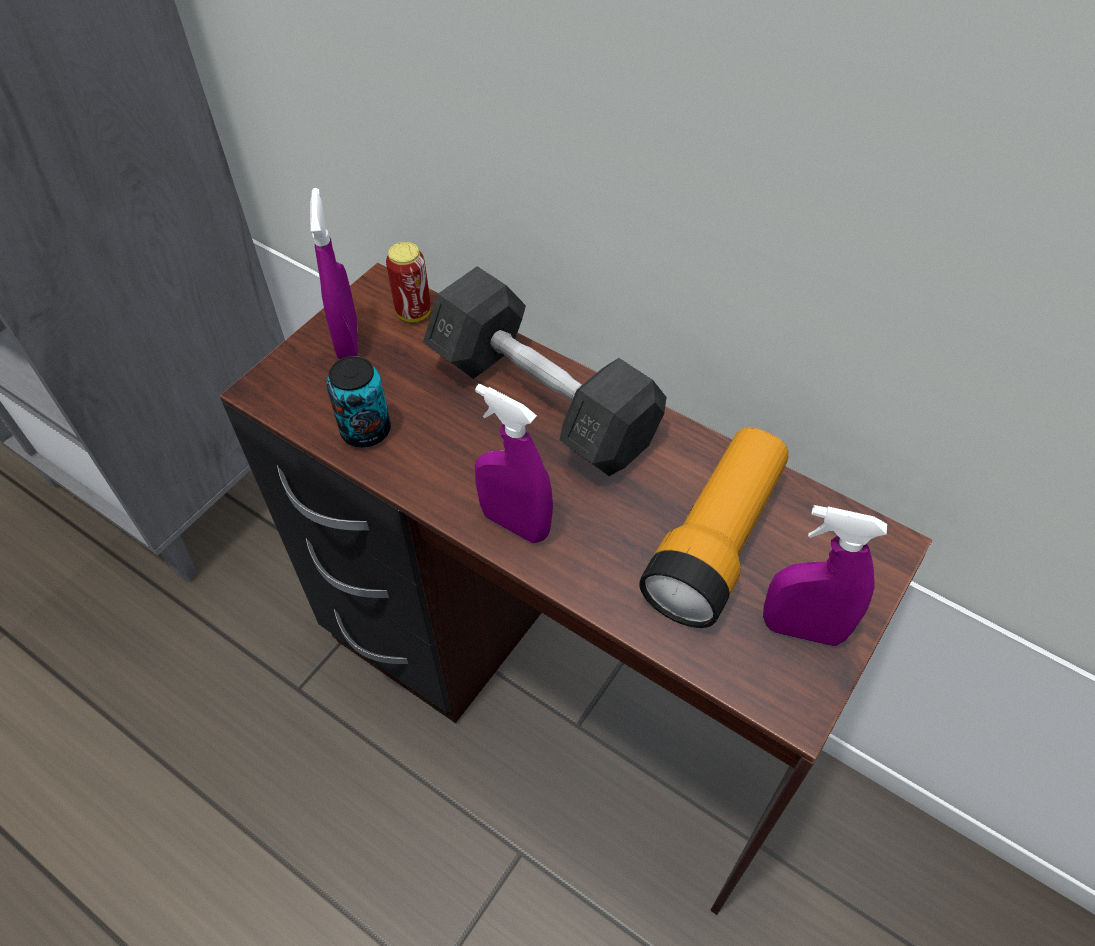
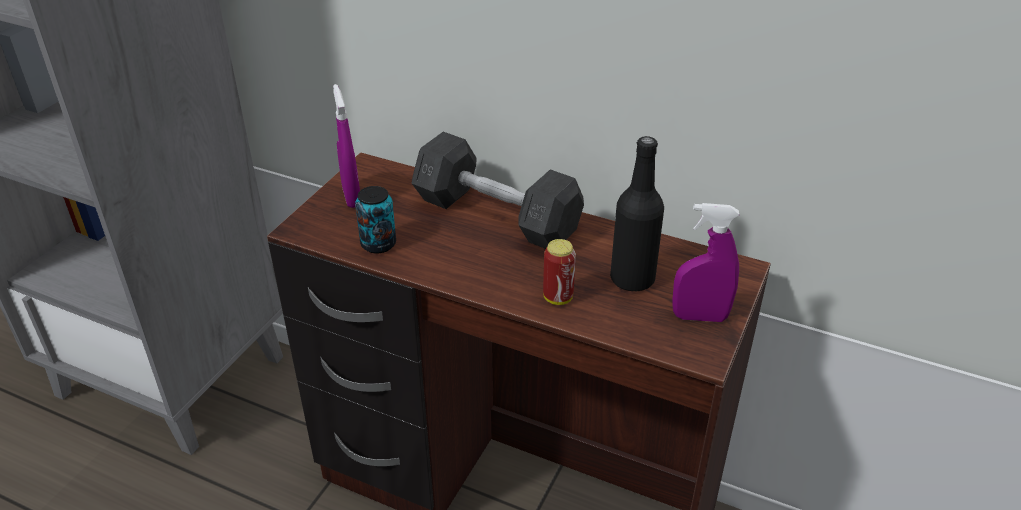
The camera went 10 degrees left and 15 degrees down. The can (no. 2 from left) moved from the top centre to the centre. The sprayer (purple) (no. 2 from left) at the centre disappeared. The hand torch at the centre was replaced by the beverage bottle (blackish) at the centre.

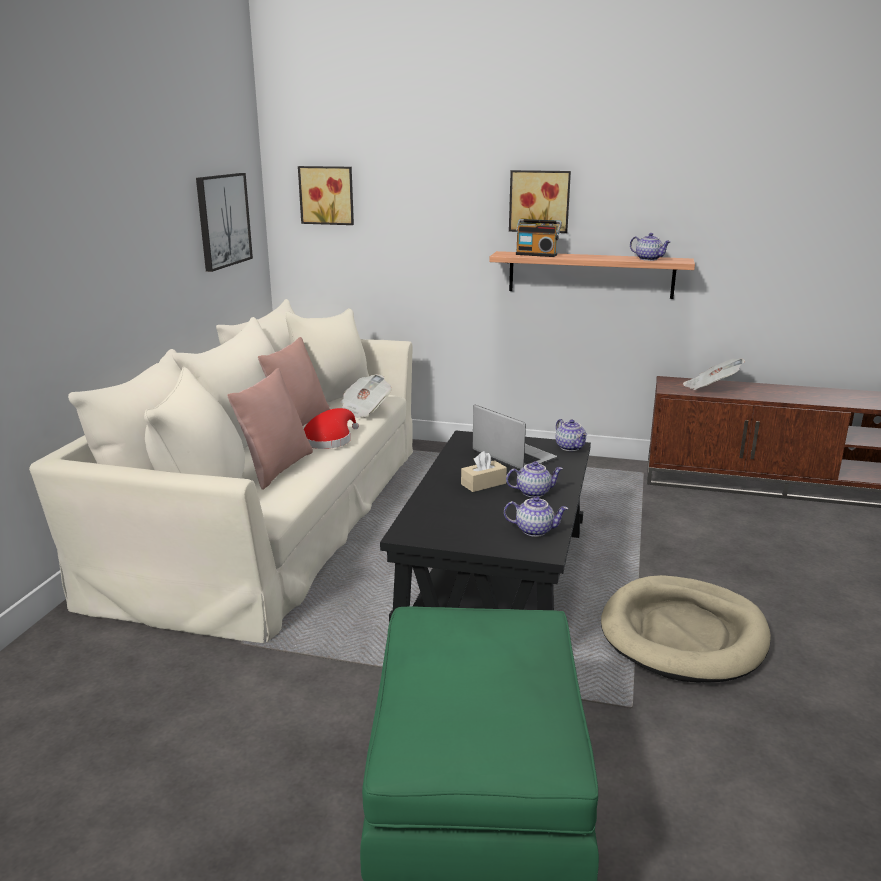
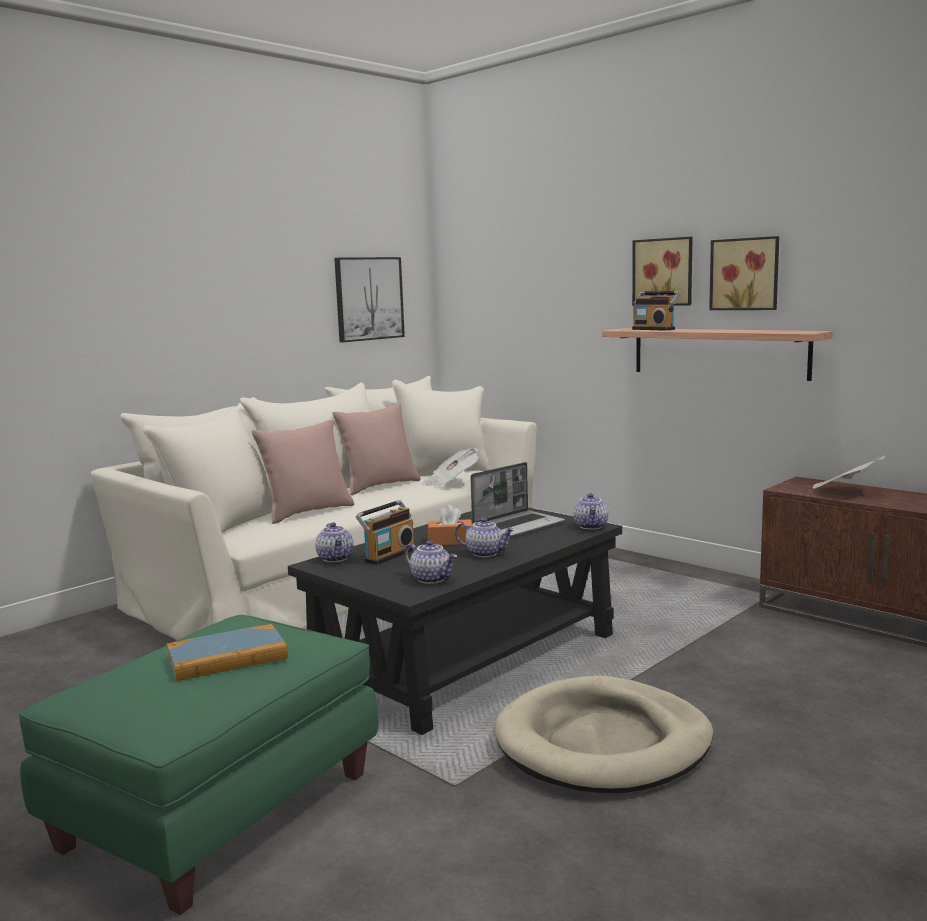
The camera went 30 degrees right and 10 degrees down. The wall picture (no. 2 from left in the first image) moved from the top centre to the top right. The teapot (no. 4 from left in the first image) moved from the top right to the centre. The portable computer at the centre turned 60 degrees clockwise. The clothing hat (red) at the centre disappeared. The box of tissues (sand-coloured) at the centre became the box of tissues (orangey) at the centre. The radio (no. 1 from left) at the centre appeared. The book at the bottom left appeared.

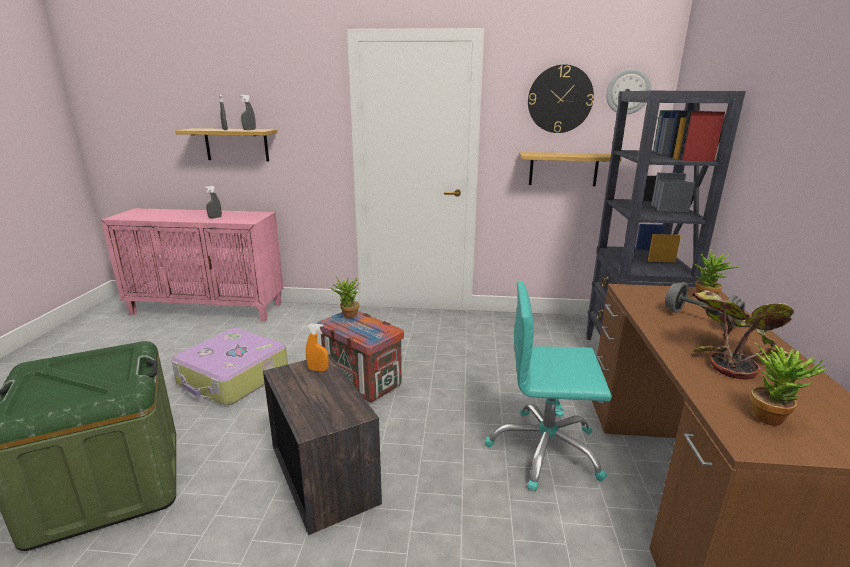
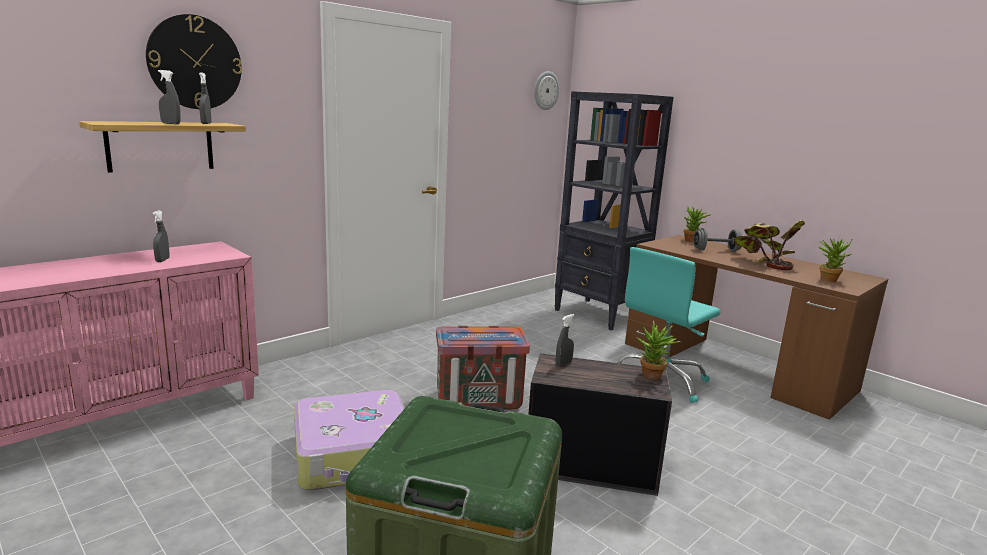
The camera went 50 degrees left and 5 degrees down. The hanging clock (no. 1 from left) moved from the top centre to the top left. The wall shelf (no. 2 from left) at the top right disappeared. The plant in a pot (no. 1 from left) moved from the centre to the middle right. The sprayer (orangey) at the centre became the sprayer (gray) (no. 4 from left) at the centre.

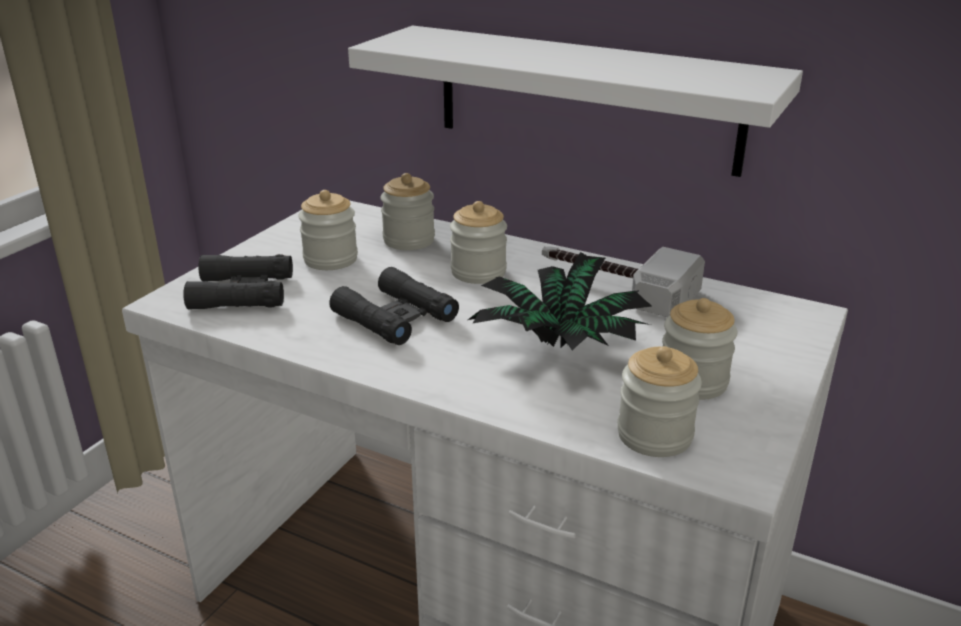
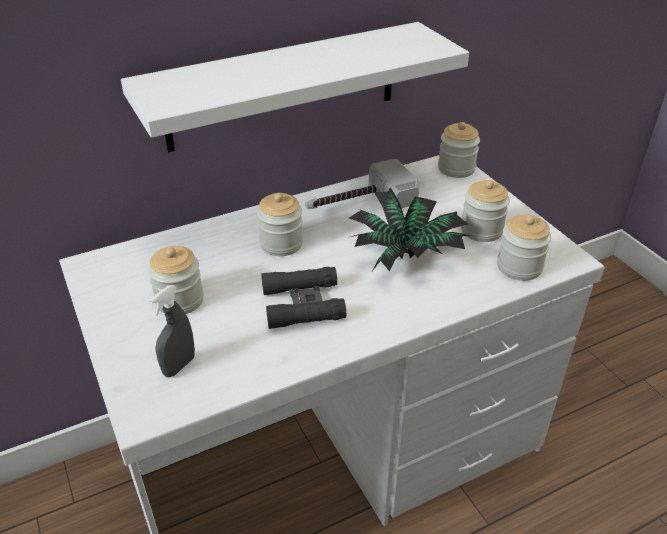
The camera went 55 degrees left and 10 degrees up. The jar (no. 2 from left in the first image) moved from the centre to the top right. The pair of binoculars (blackish) (no. 1 from left) at the middle left was replaced by the sprayer (gray) at the middle left.

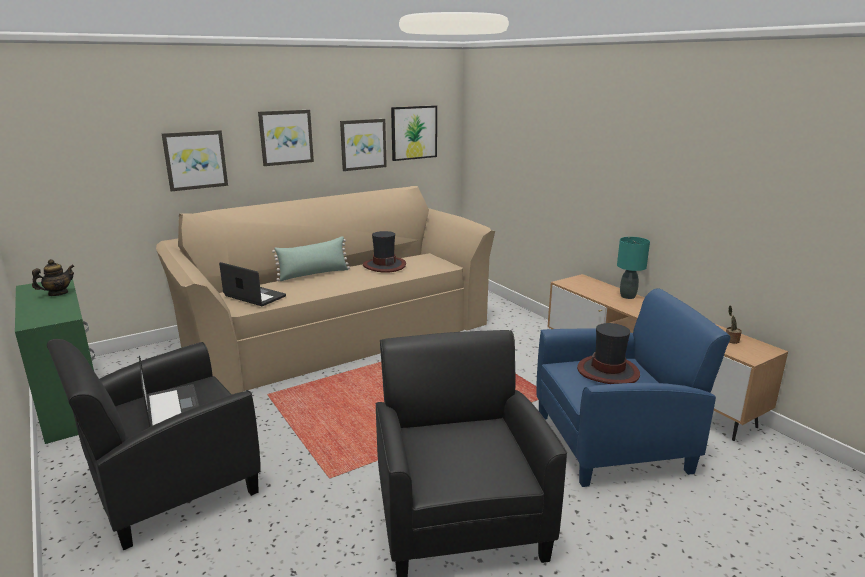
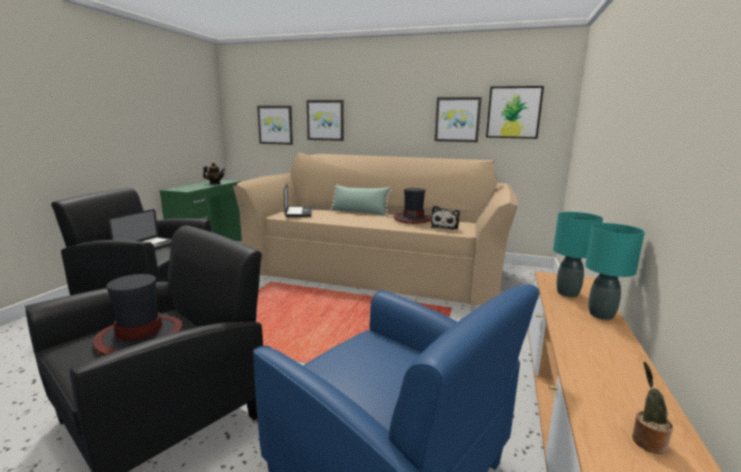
The camera went 50 degrees right and 5 degrees down. The wall picture (no. 2 from left in the first image) moved from the top left to the top centre. The clothing hat (no. 2 from left in the first image) moved from the middle right to the middle left. The cuddly toy at the centre appeared. The table lamp (turquoise) (no. 1 from left) at the middle right appeared.

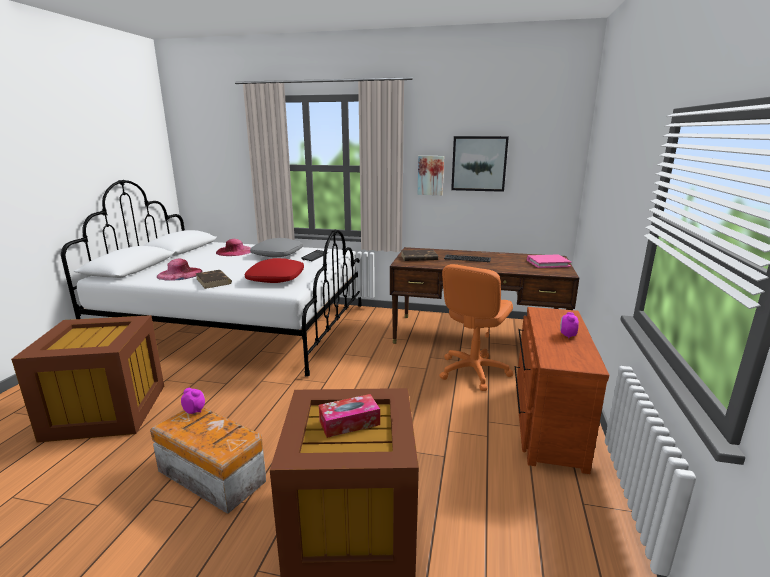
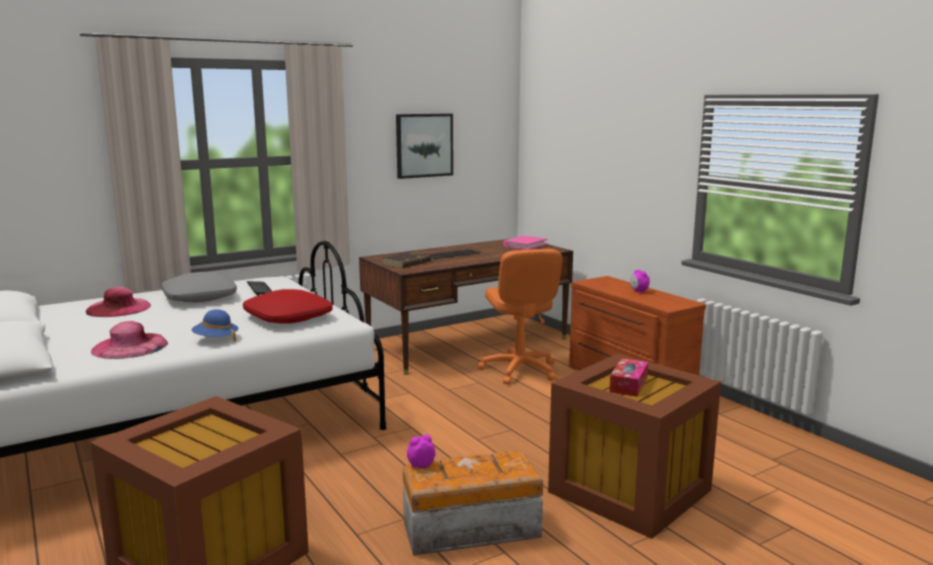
The camera went 45 degrees left and 5 degrees down. The wall picture (no. 1 from left) at the top centre disappeared. The book (brownish) (no. 1 from left) at the middle left was replaced by the clothing hat (blue-coloured) at the middle left.

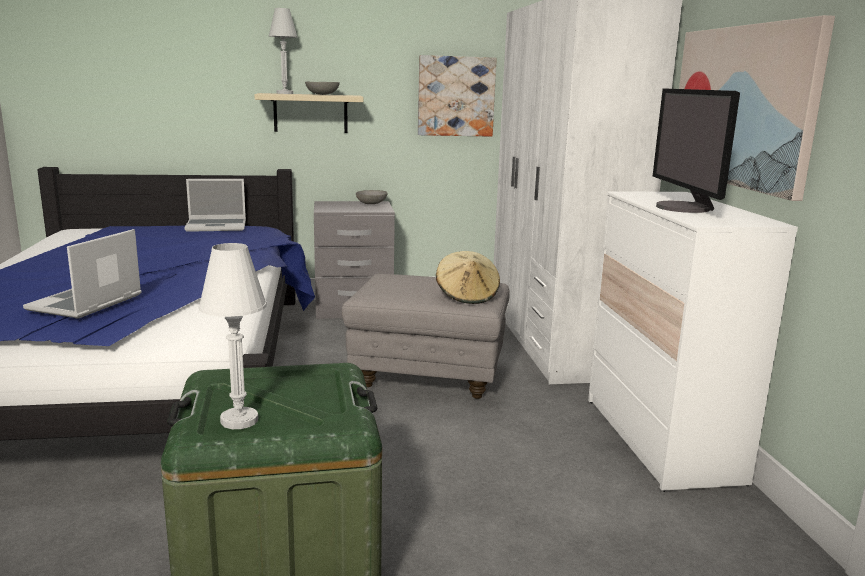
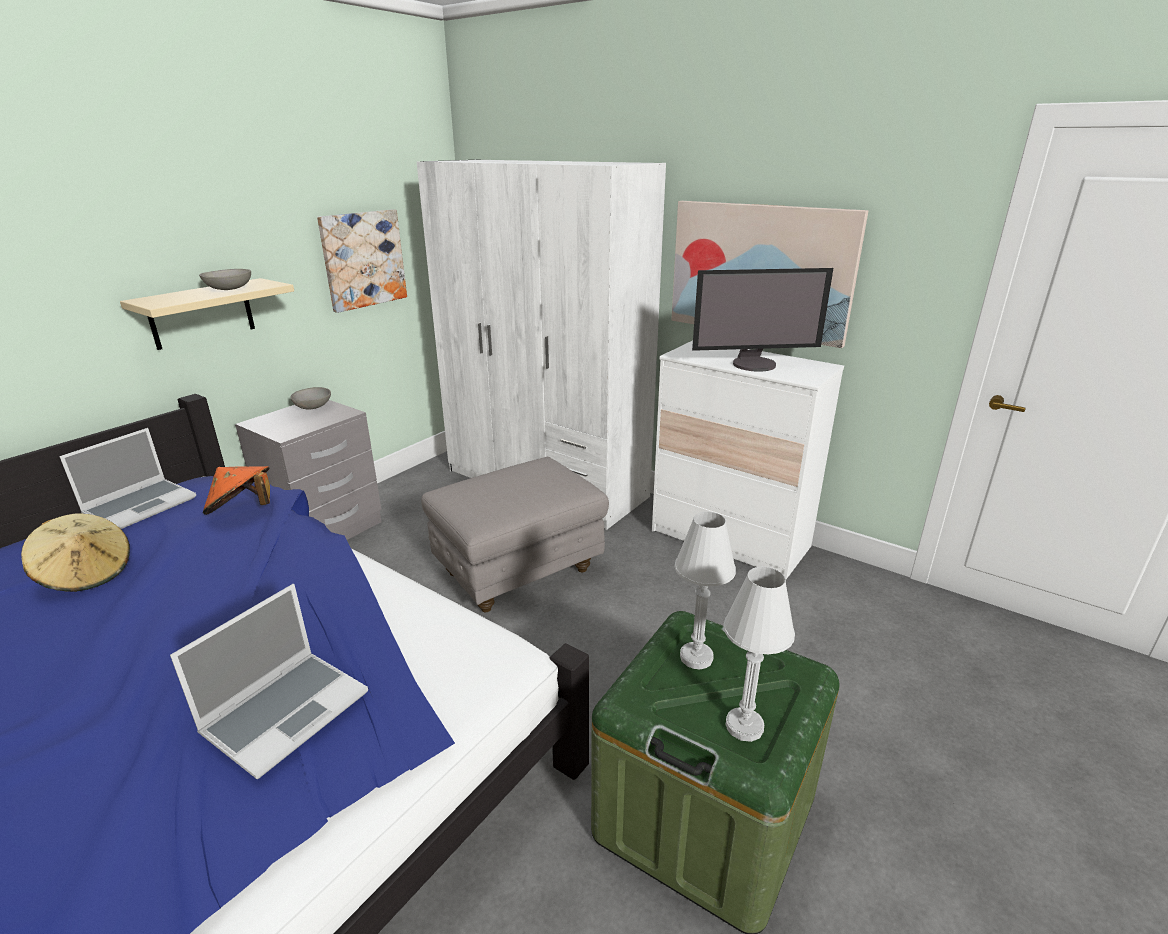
The camera went 45 degrees left and 10 degrees up. The table lamp (whitish) (no. 2 from left in the first image) moved from the top left to the centre. The monitor at the top right turned 45 degrees counterclockwise. The portable computer (no. 1 from left in the first image) at the middle left turned 120 degrees counterclockwise. The clothing hat (sand-coloured) moved from the centre to the middle left. The clothing hat (orangey) at the middle left appeared.

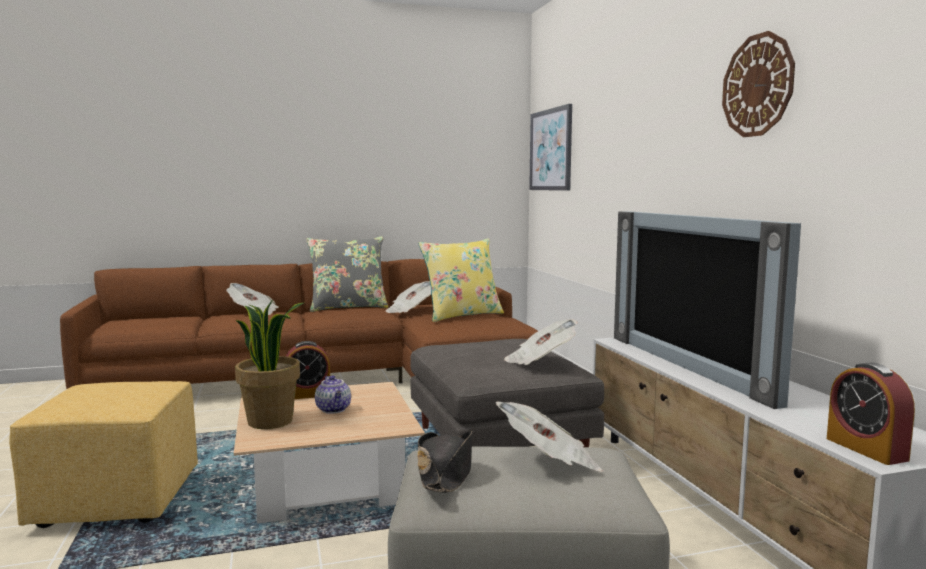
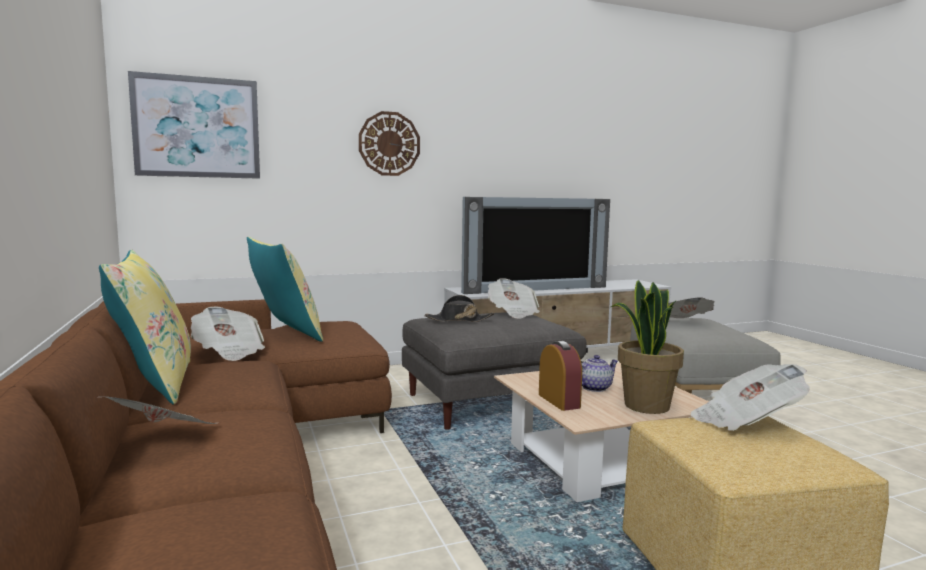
The camera went 95 degrees left and 0 degrees up. The hanging clock moved from the top right to the top centre. The pillow (gray) at the centre became the pillow (yellow) (no. 1 from left) at the middle left. The alarm clock (no. 2 from left) at the bottom right disappeared. The clothing hat (blackish) moved from the bottom centre to the centre. The newspaper (no. 5 from left) at the bottom right appeared.

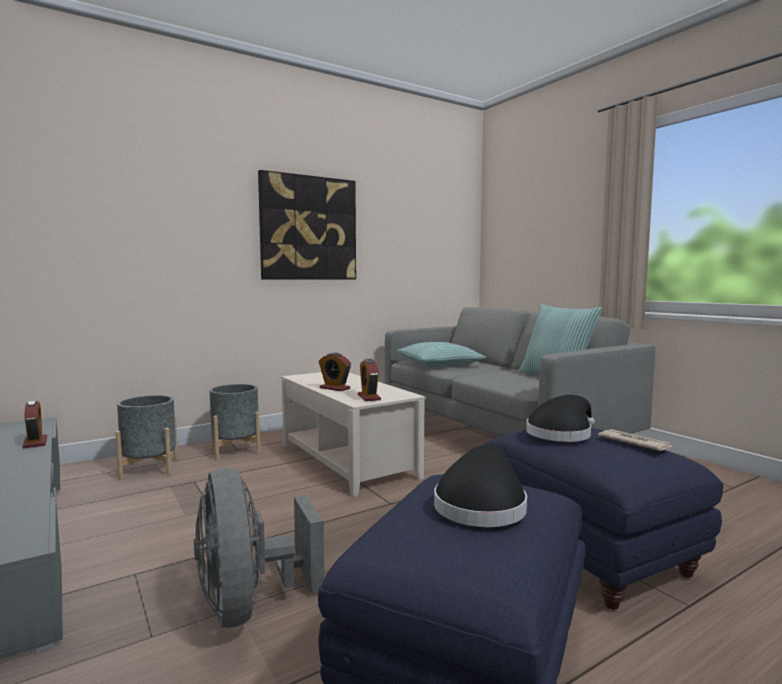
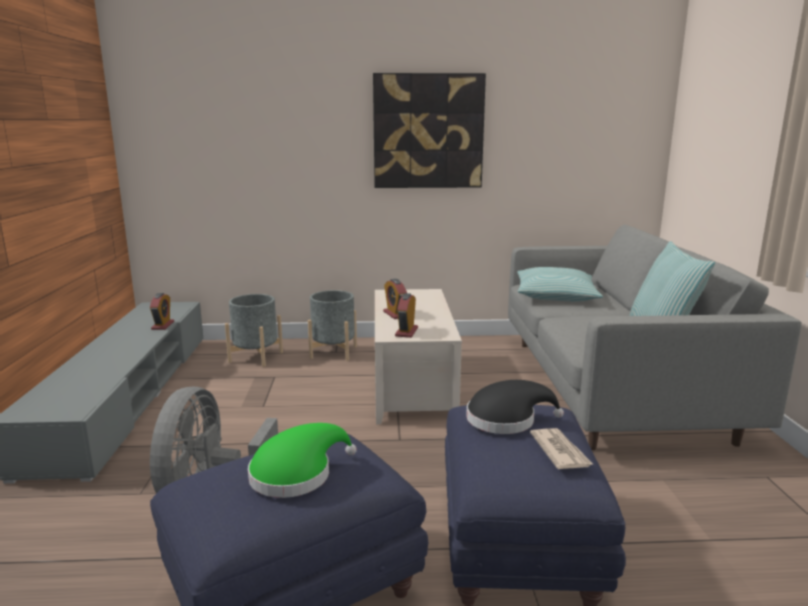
The camera went 30 degrees right and 10 degrees up. The clothing hat (blackish) (no. 1 from left) at the bottom centre became the clothing hat (green-coloured) at the bottom centre.

